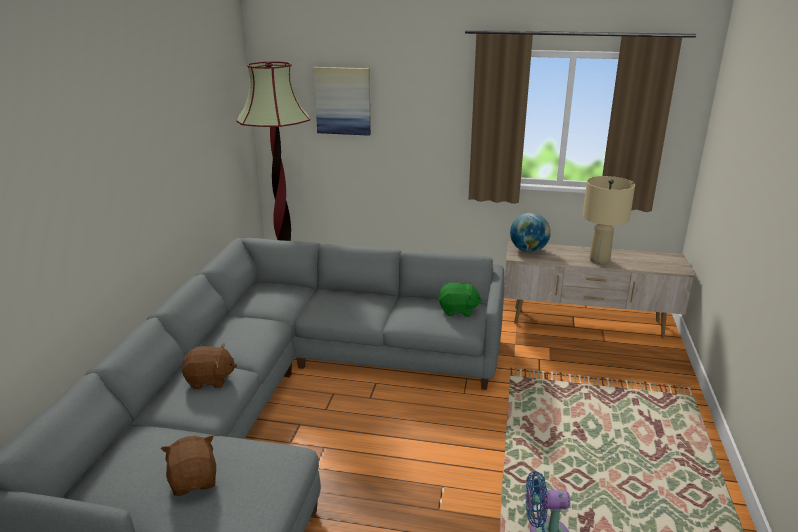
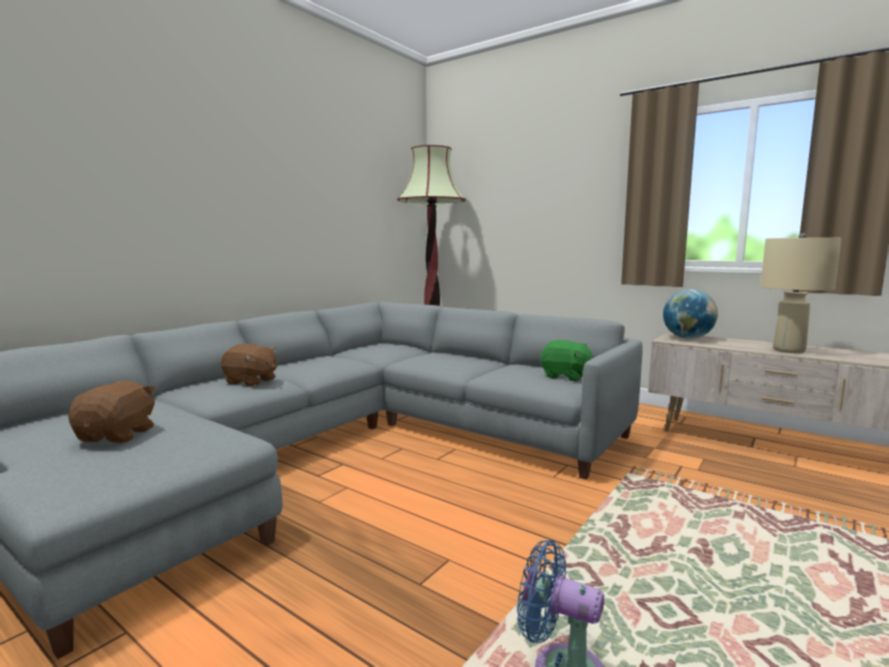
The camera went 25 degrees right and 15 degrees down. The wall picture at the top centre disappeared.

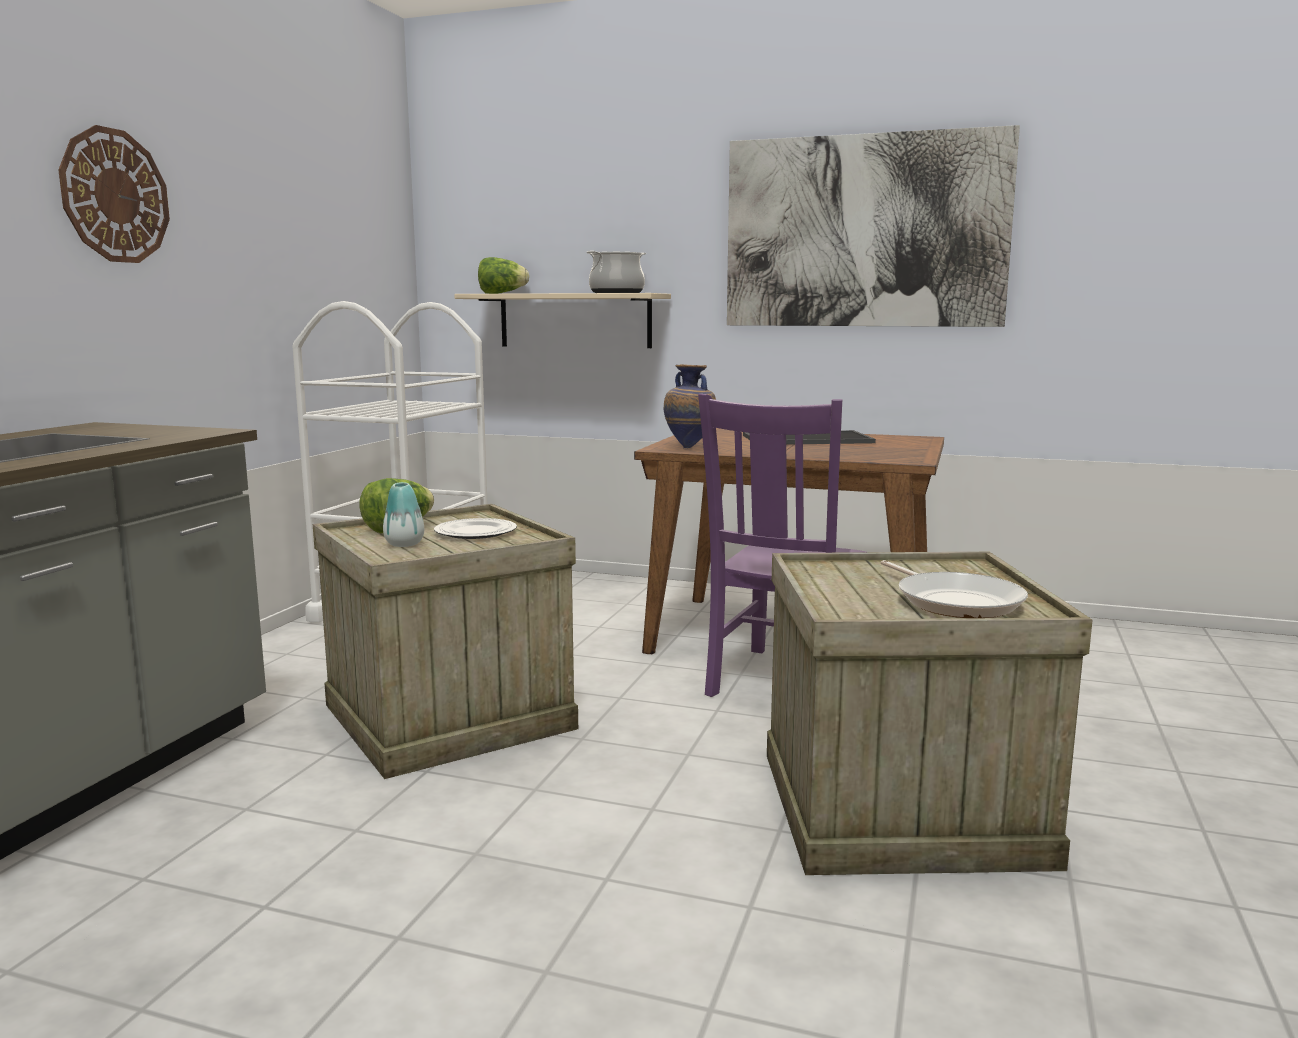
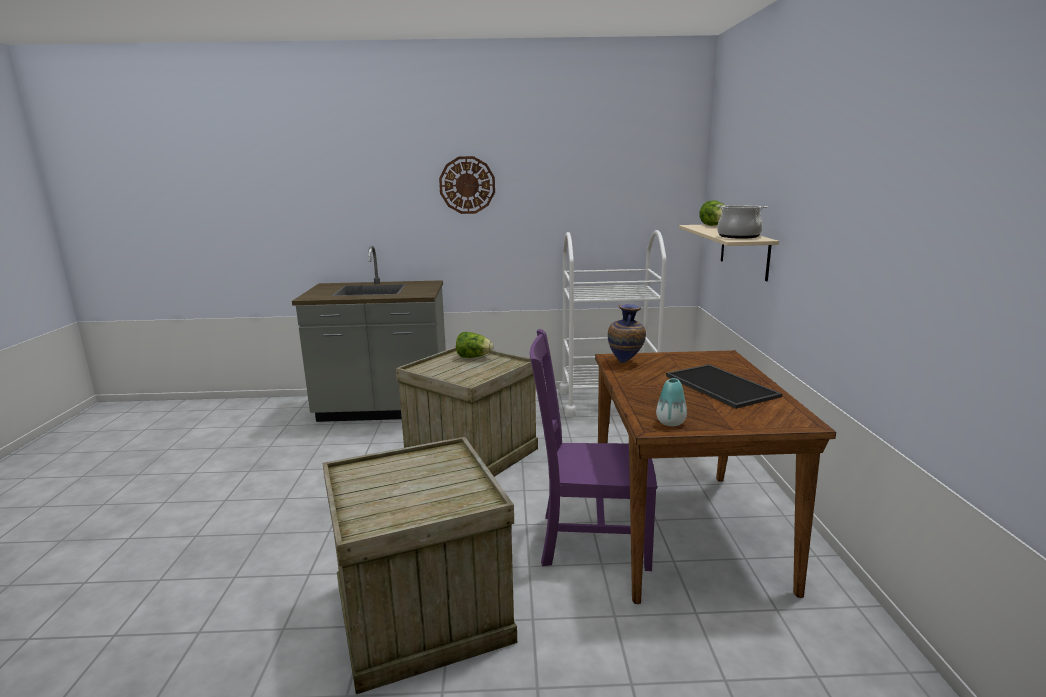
The camera went 70 degrees right and 5 degrees up. The wall picture at the top right disappeared. The decorative vase (no. 1 from left in the first image) moved from the middle left to the centre. The flat dish at the centre disappeared. The pan at the middle right disappeared.

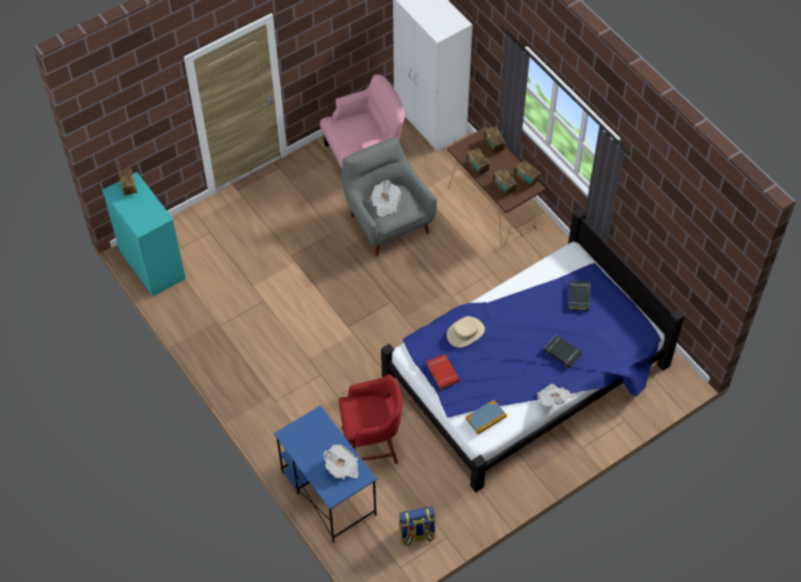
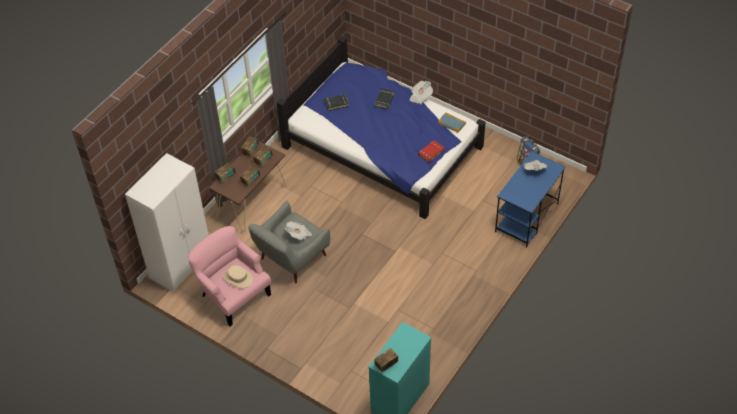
The camera went 110 degrees left and 5 degrees down. The clothing hat (sand-coloured) moved from the centre to the bottom left. The sitting stool (red) at the bottom centre disappeared.

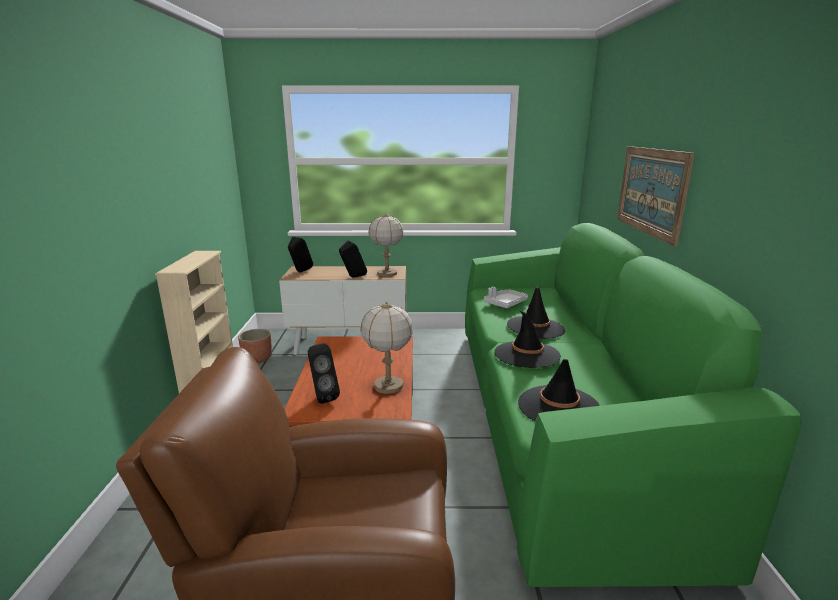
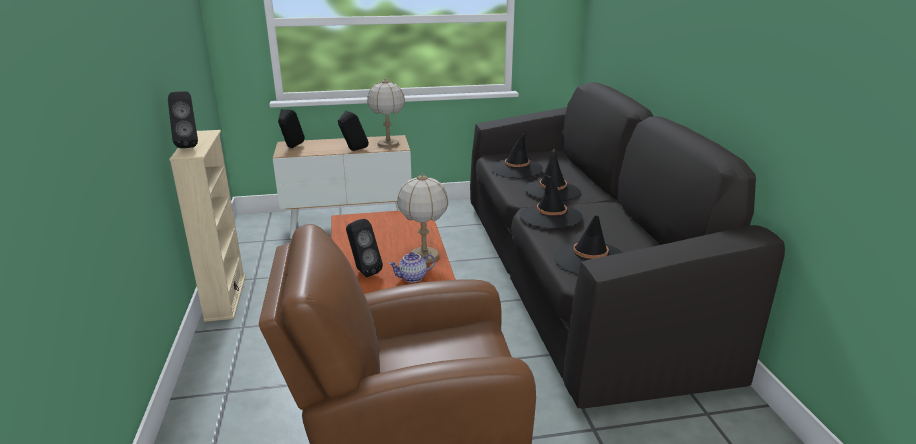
The camera went 10 degrees left and 5 degrees up. The wall picture at the top right disappeared. The couch (green-coloured) at the bottom right became the couch (blackish) at the middle right. The carrying tray (gray) at the centre was replaced by the clothing hat (blackish) (no. 1 from left) at the centre. The plant pot at the middle left disappeared. The loudspeaker (blackish) (no. 1 from left) at the top left appeared. The teapot at the centre appeared.

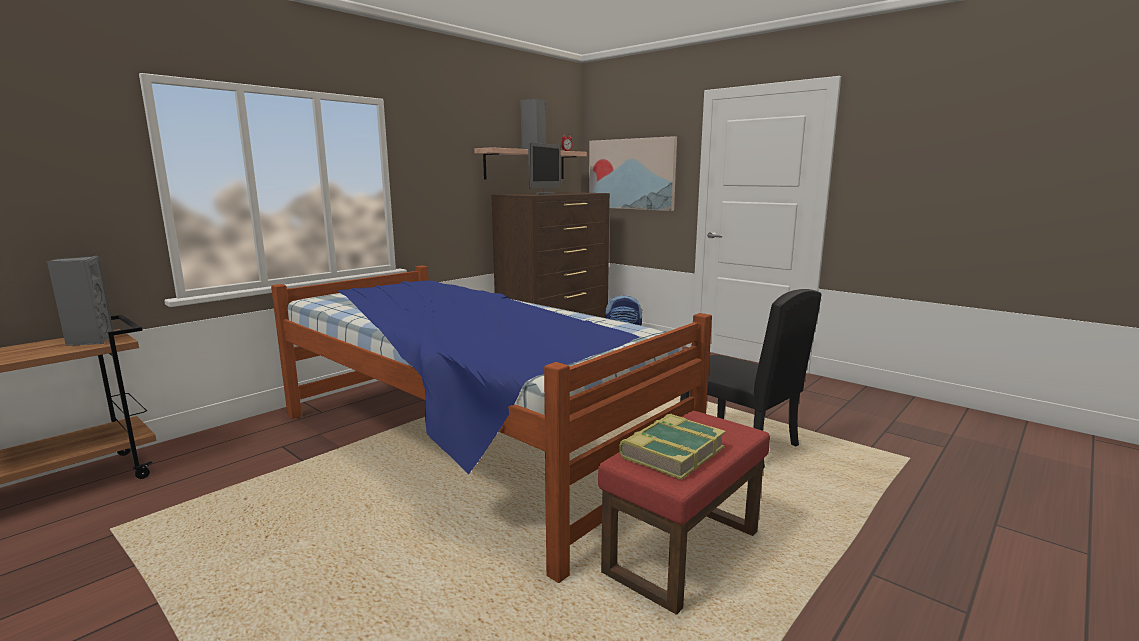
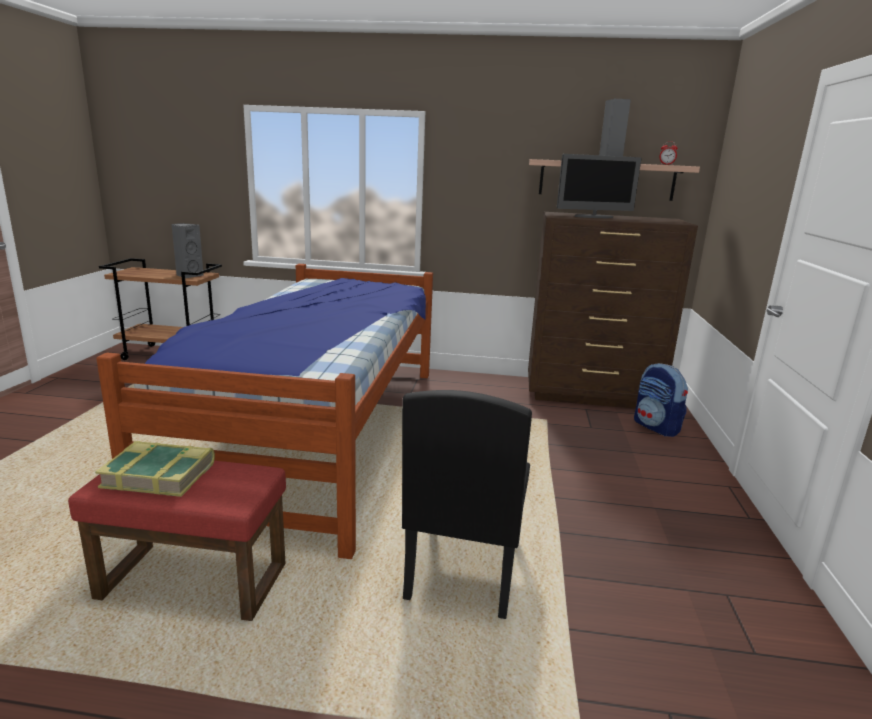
The camera went 55 degrees right and 5 degrees up. The wall picture at the top centre disappeared.

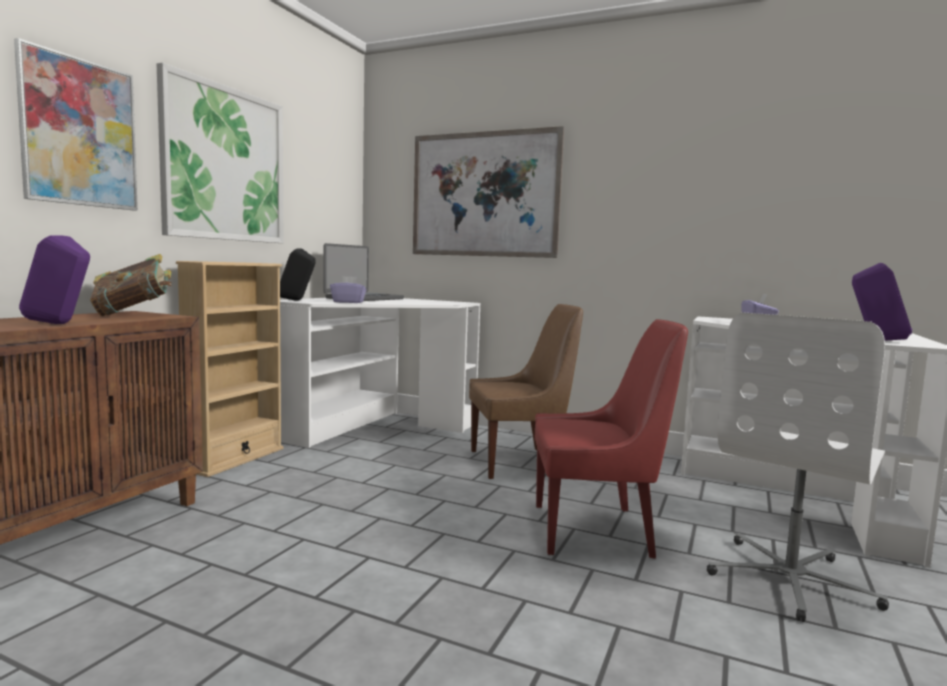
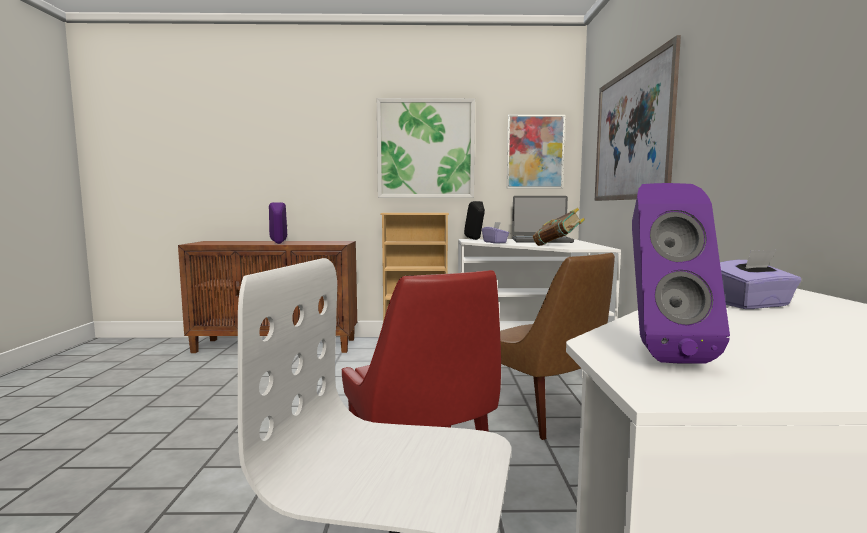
The camera went 65 degrees right and 0 degrees up. The wall picture (no. 1 from left in the first image) moved from the top left to the top centre. The book moved from the middle left to the centre.

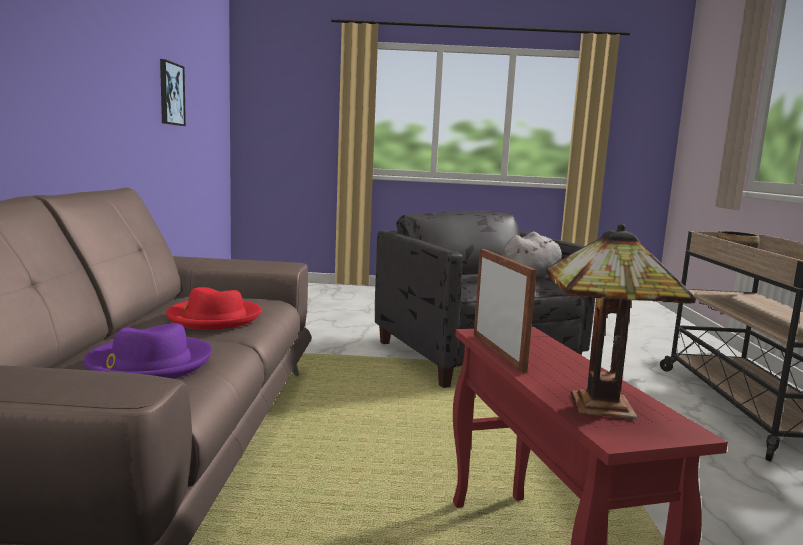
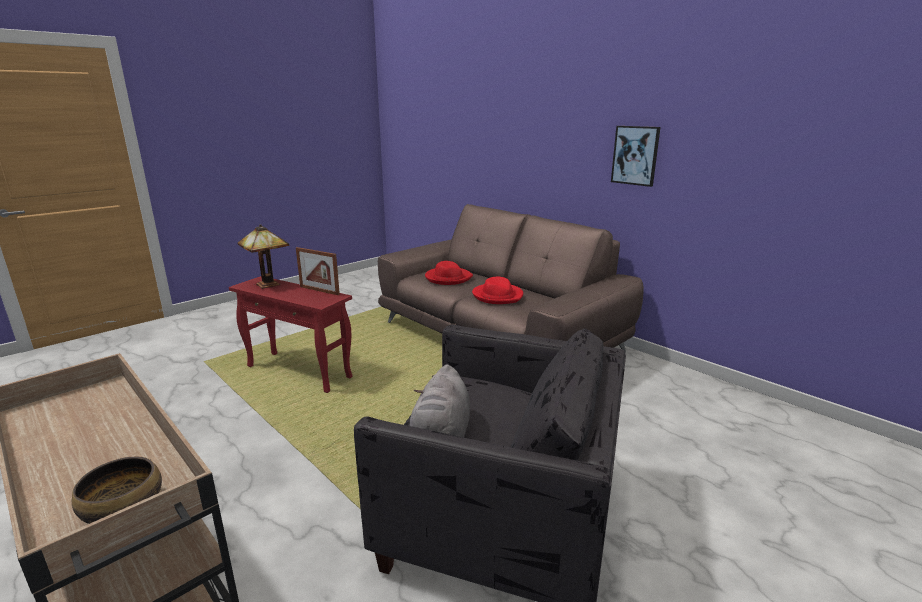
The camera went 135 degrees right and 10 degrees up. The wall picture moved from the top left to the top right. The clothing hat (purple) at the middle left became the clothing hat (red) (no. 1 from left) at the centre.

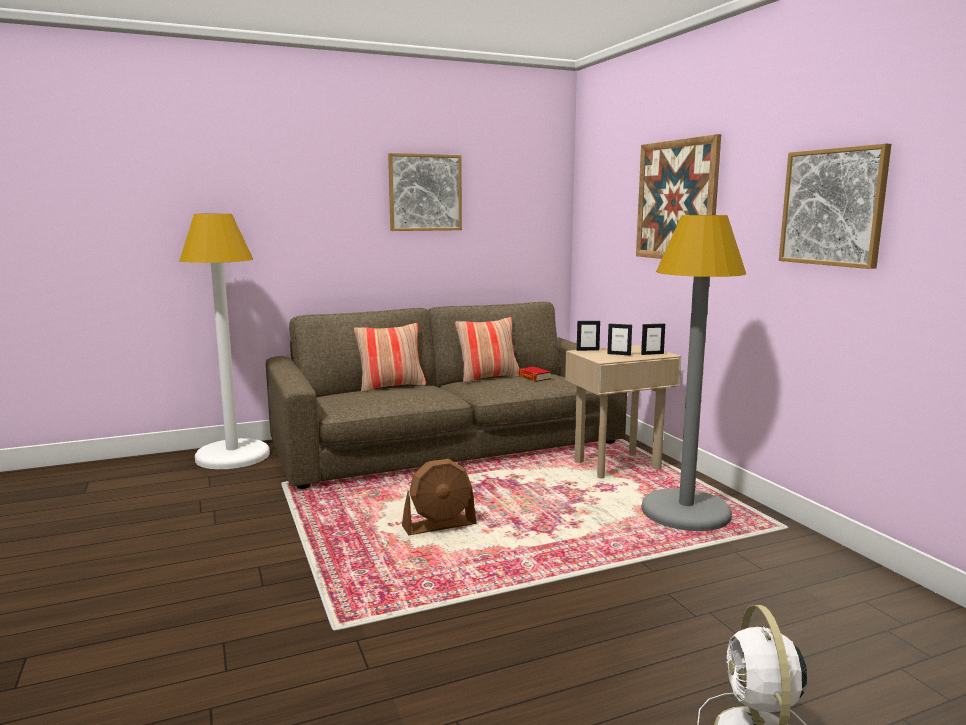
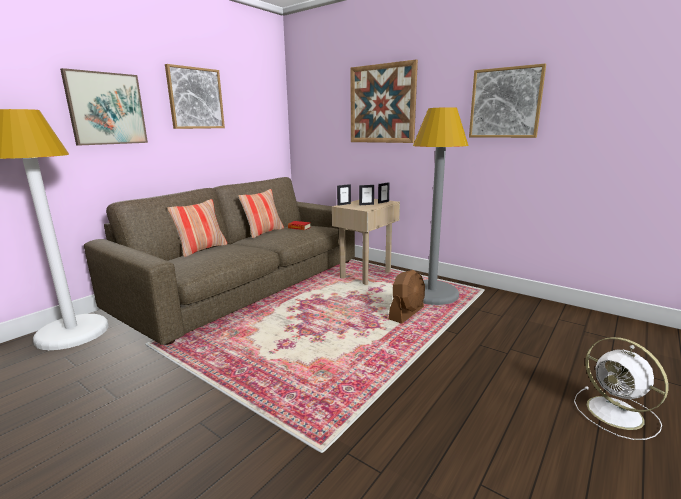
The camera went 30 degrees left and 5 degrees up. The electric fan (brownish) moved from the bottom centre to the centre. The wall picture (no. 1 from left) at the top left appeared.

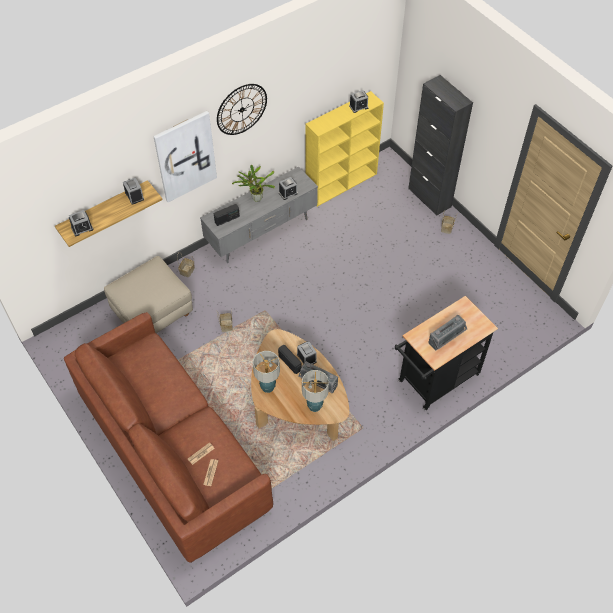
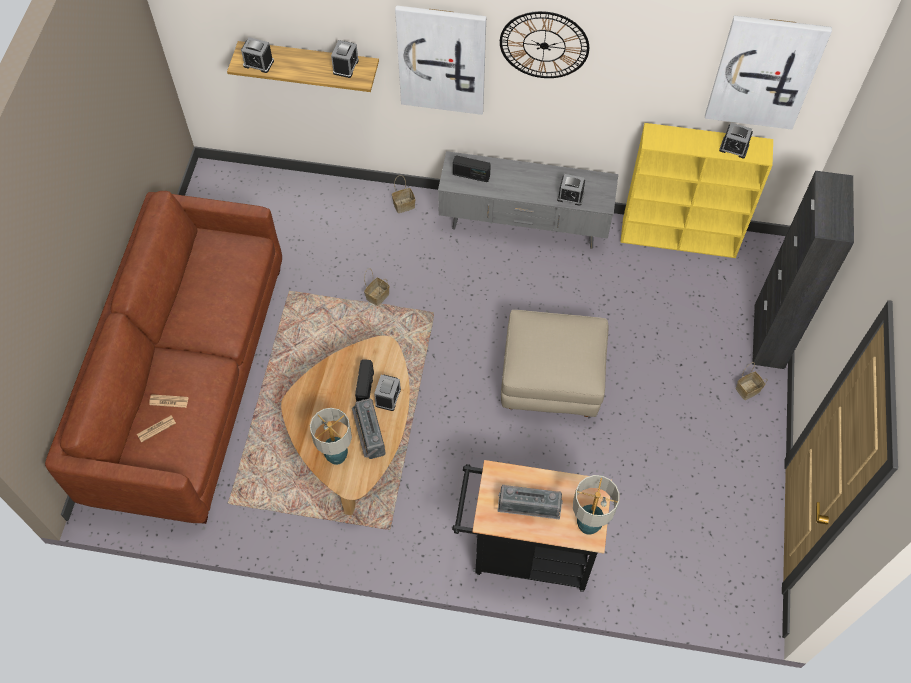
The camera went 45 degrees right and 5 degrees up. The plant in a pot at the top centre disappeared. The ottoman (sand-coloured) moved from the middle left to the centre. The table lamp (no. 1 from left in the first image) moved from the centre to the bottom centre. The wall picture (no. 2 from left) at the top right appeared.

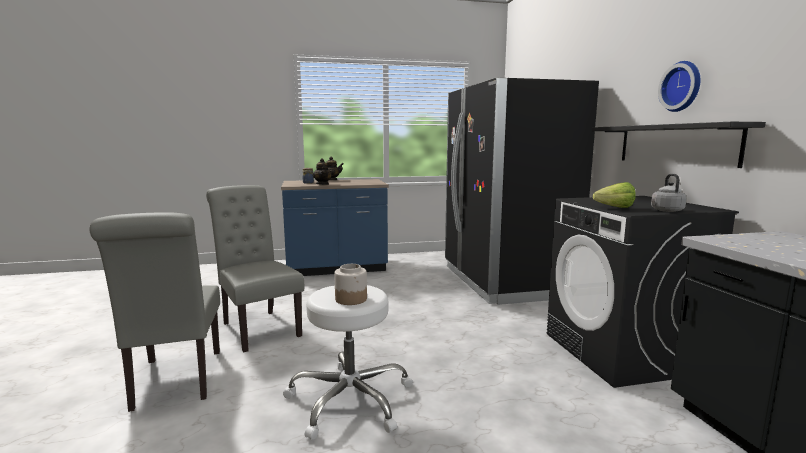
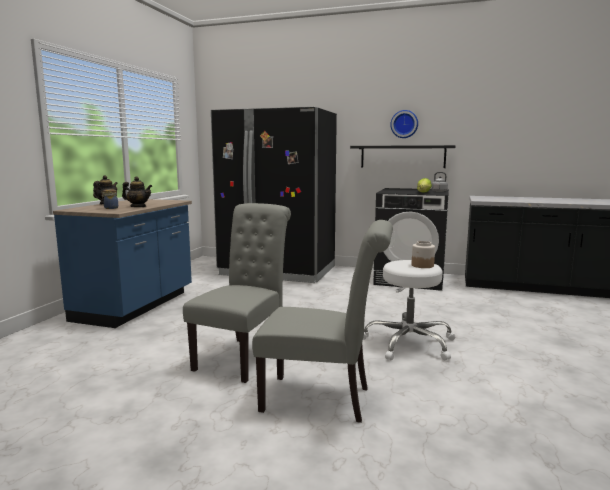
The camera went 60 degrees left and 0 degrees up. The plain chair (gray) (no. 2 from left in the first image) at the middle left turned 120 degrees clockwise.

